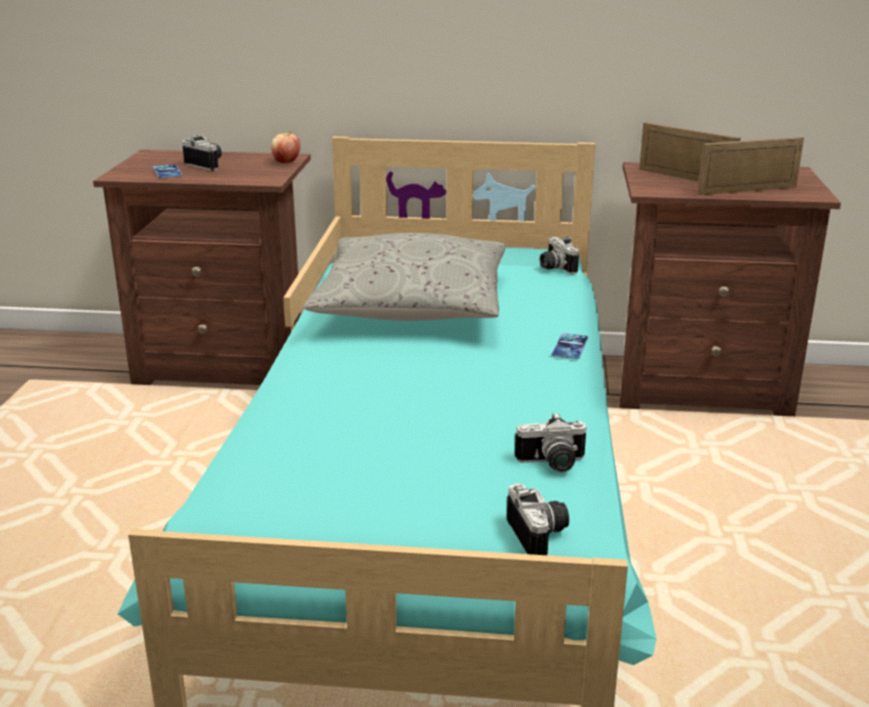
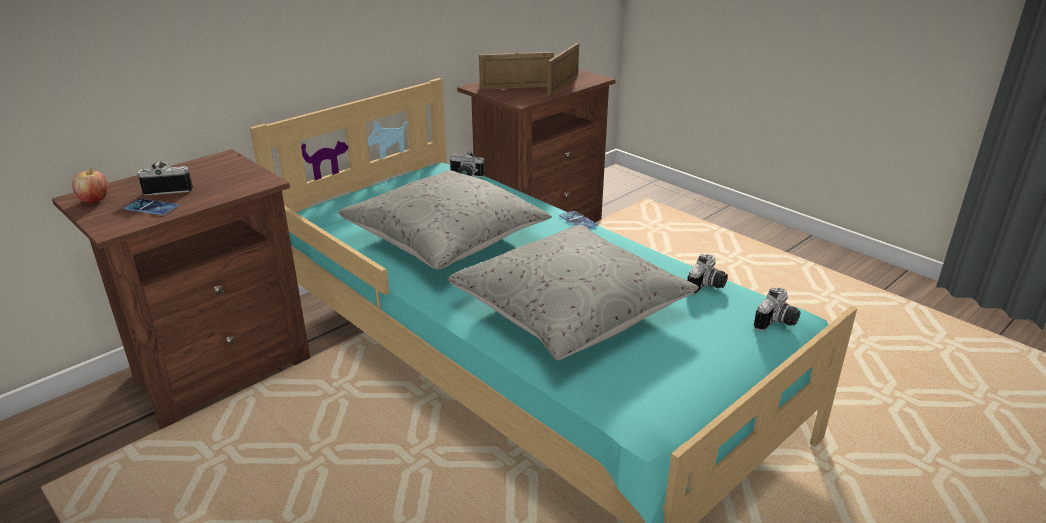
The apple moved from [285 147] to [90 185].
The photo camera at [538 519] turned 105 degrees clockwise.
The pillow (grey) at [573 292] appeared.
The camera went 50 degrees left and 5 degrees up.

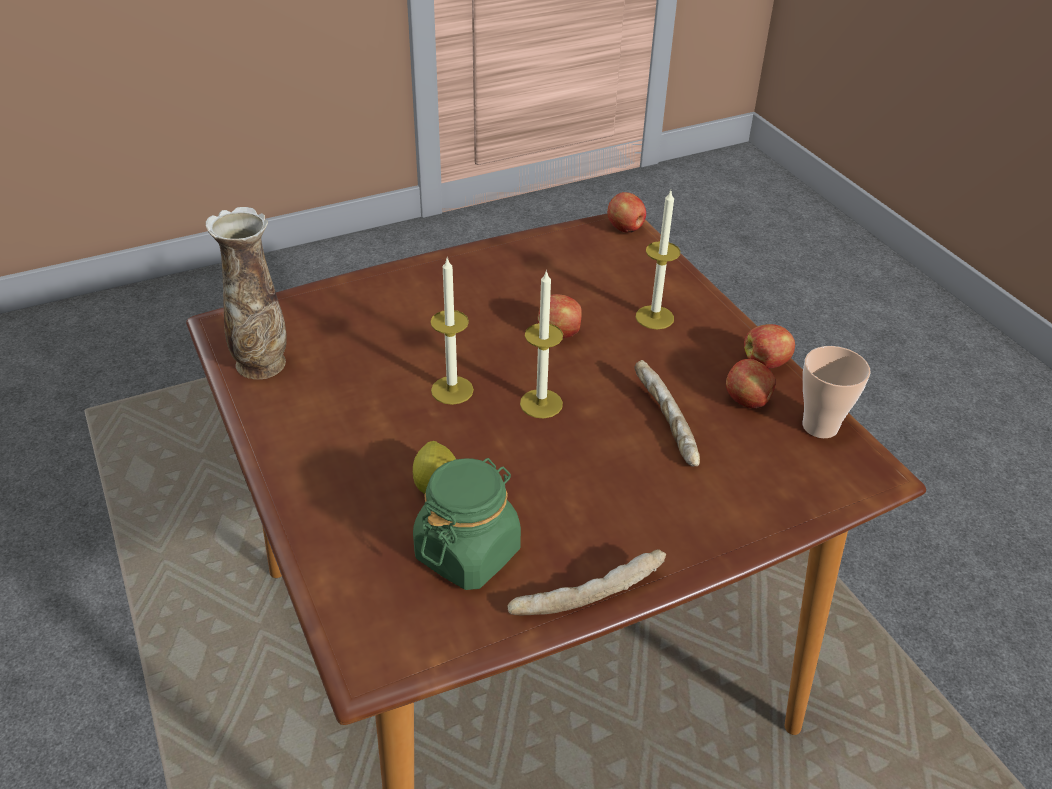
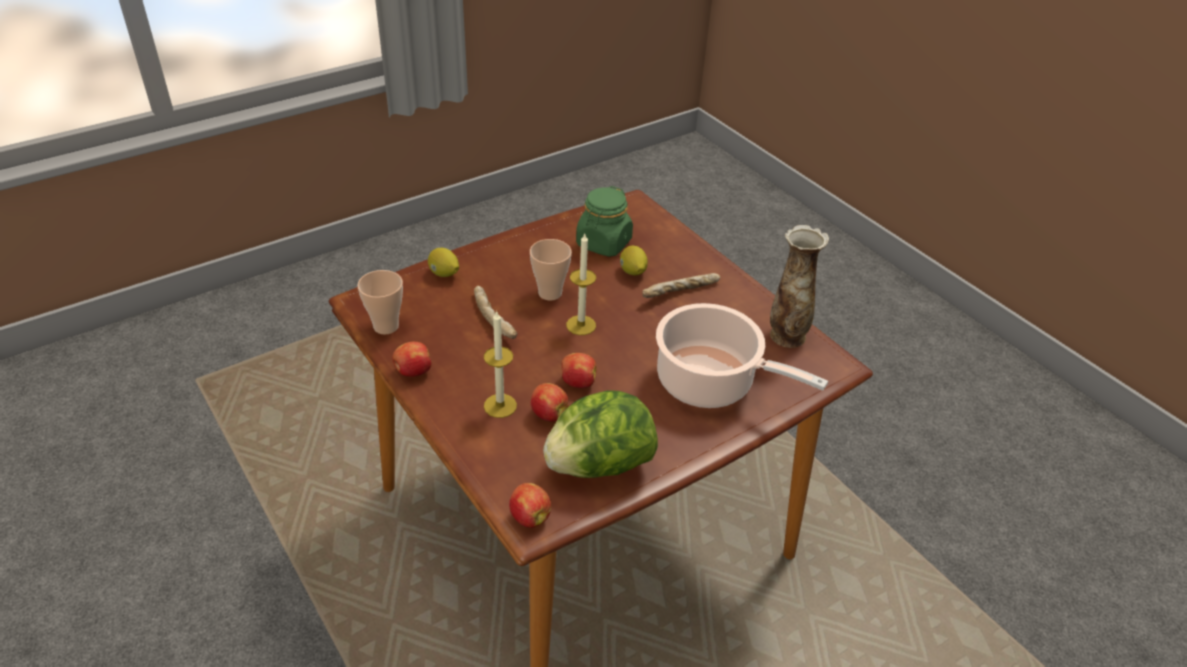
The candle at [452 331] disappeared.
The bread moved from [586 582] to [681 285].
The apple moved from [750 383] to [549 402].
The lemon at [443 262] appeared.
The cup at [551 269] appeared.
The lettuce at [600 434] appeared.
The cooking pot at [742 355] appeared.
The camera went 170 degrees right and 0 degrees up.

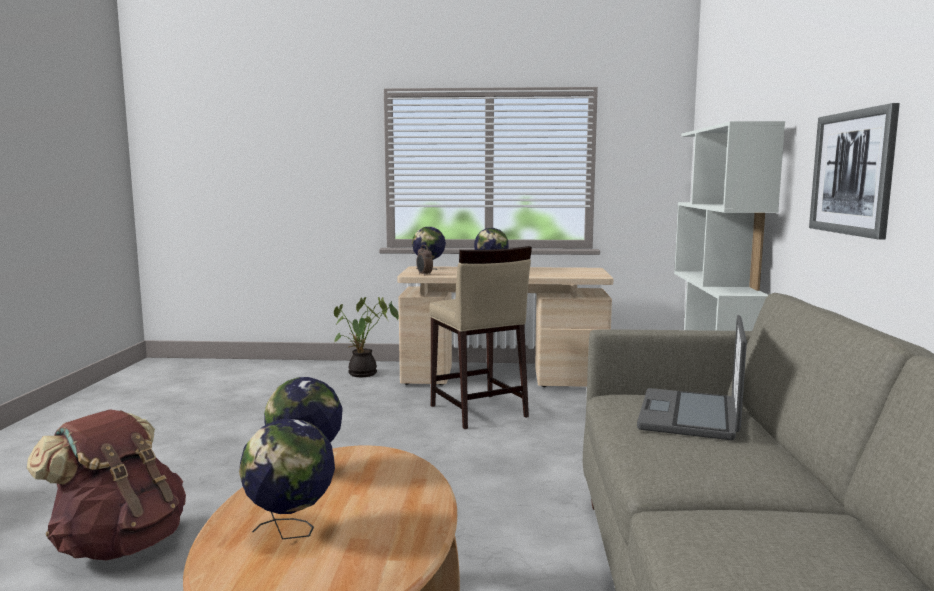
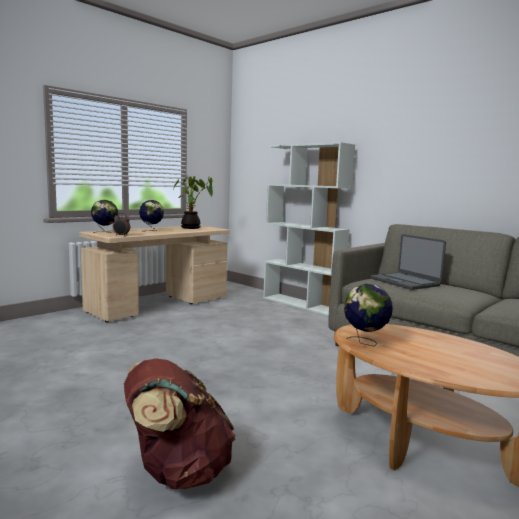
The globe at [287 478] disappeared.
The potted plant moved from [366 337] to [193 202].
The stool (beige) at [480 337] disappeared.
The picture at [854 171] disappeared.
The camera went 50 degrees left and 0 degrees up.

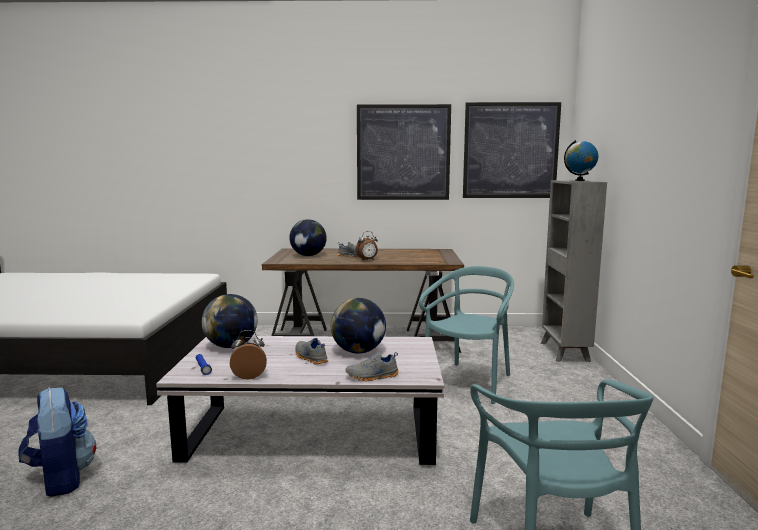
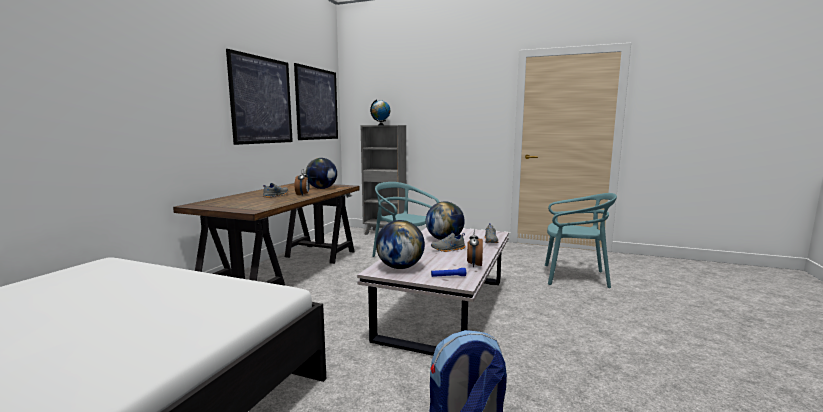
The globe moved from [308 237] to [321 173].
The camera went 70 degrees left and 0 degrees up.

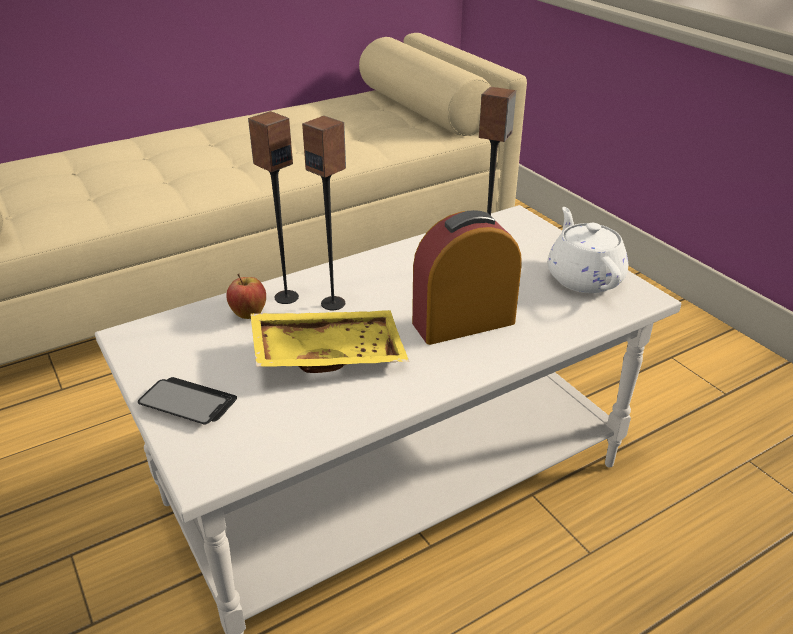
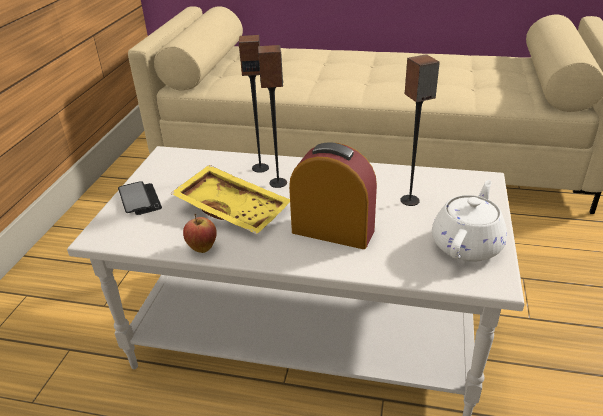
The apple moved from [246 296] to [200 233].
The camera went 45 degrees right and 0 degrees up.

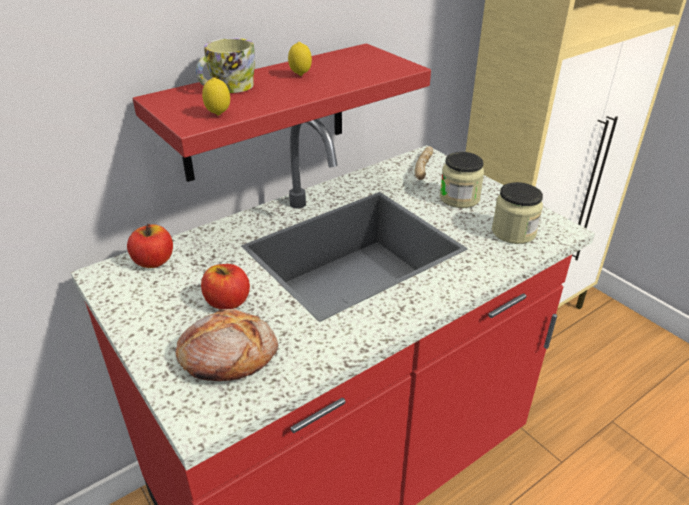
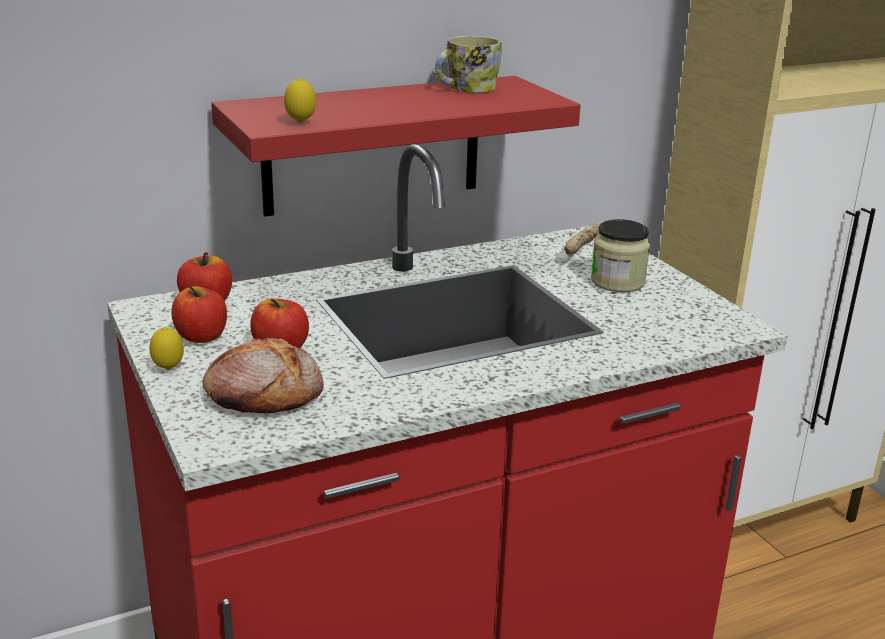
The mug moved from [225 65] to [468 64].
The lemon moved from [300 59] to [167 348].
The jar at [517 213] disappeared.
The apple at [199 314] appeared.
The camera went 10 degrees right and 10 degrees down.

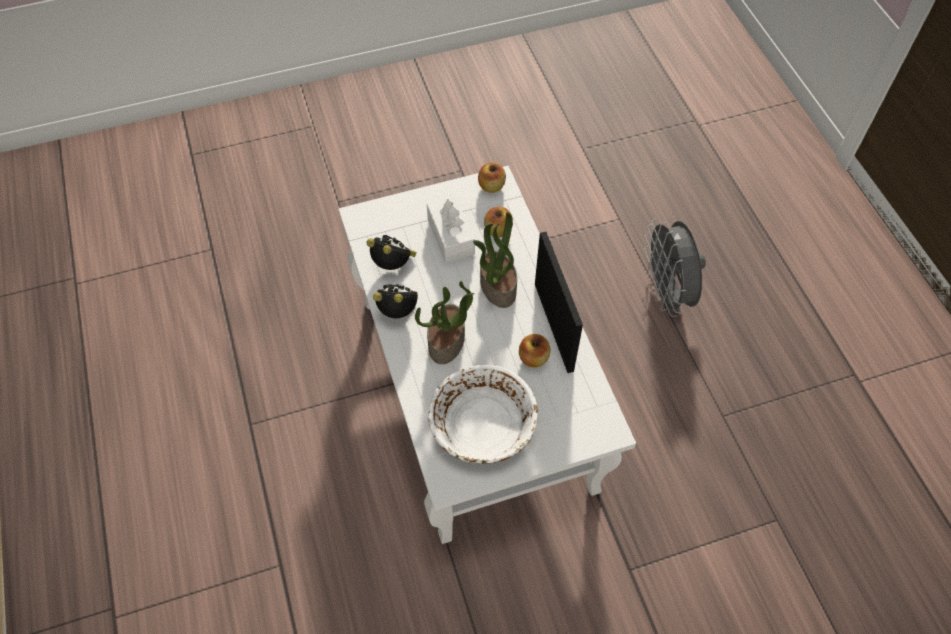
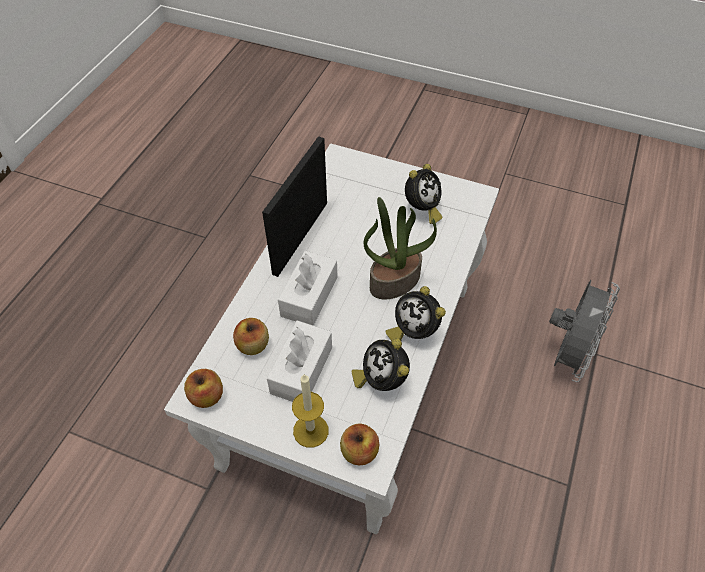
The bowl (white) at [483 414] was replaced by the alarm clock at [423 194].
The potted plant at [495 260] was replaced by the tissue box (white) at [308 288].
The apple moved from [534 351] to [359 444].
The fan (grey) moved from [675 268] to [584 331].
The candle at [310 411] appeared.
The camera went 140 degrees left and 5 degrees down.

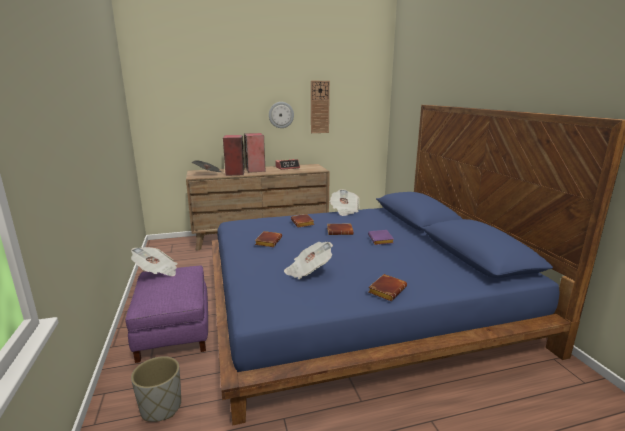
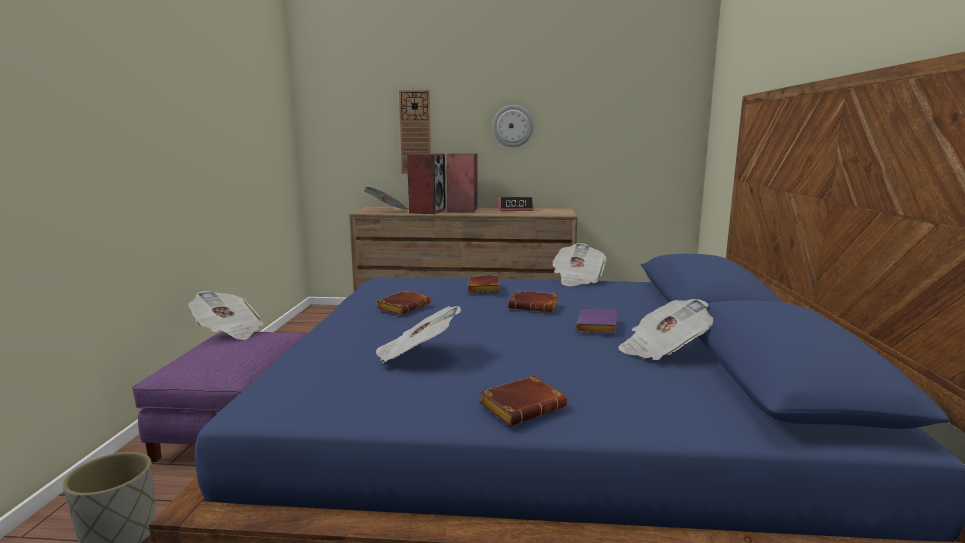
The wall clock moved from [320 107] to [415 132].
The newspaper at [666 329] appeared.
The camera went 20 degrees right and 5 degrees down.

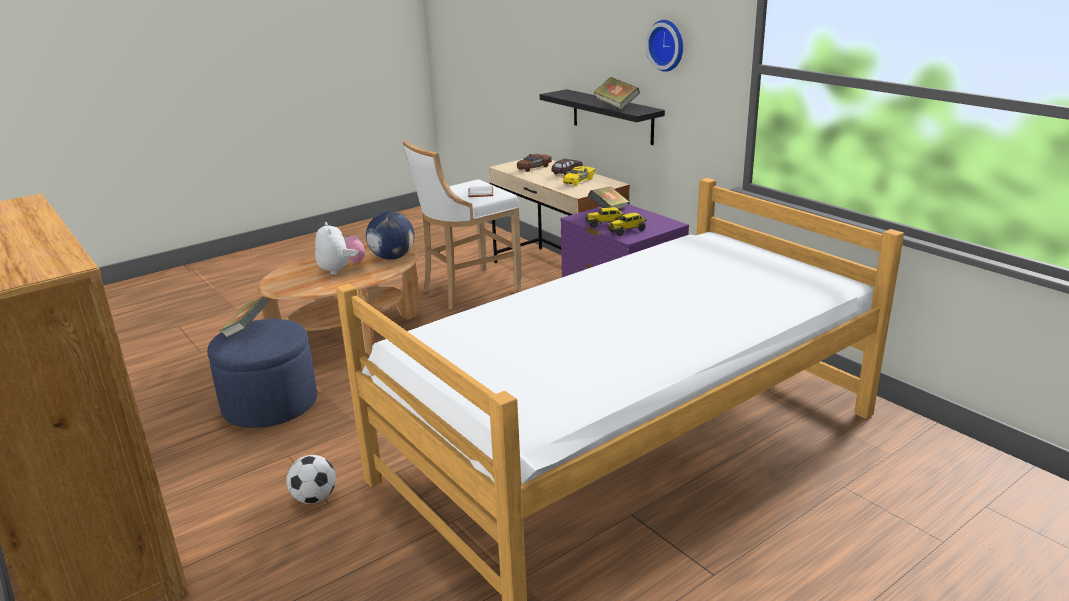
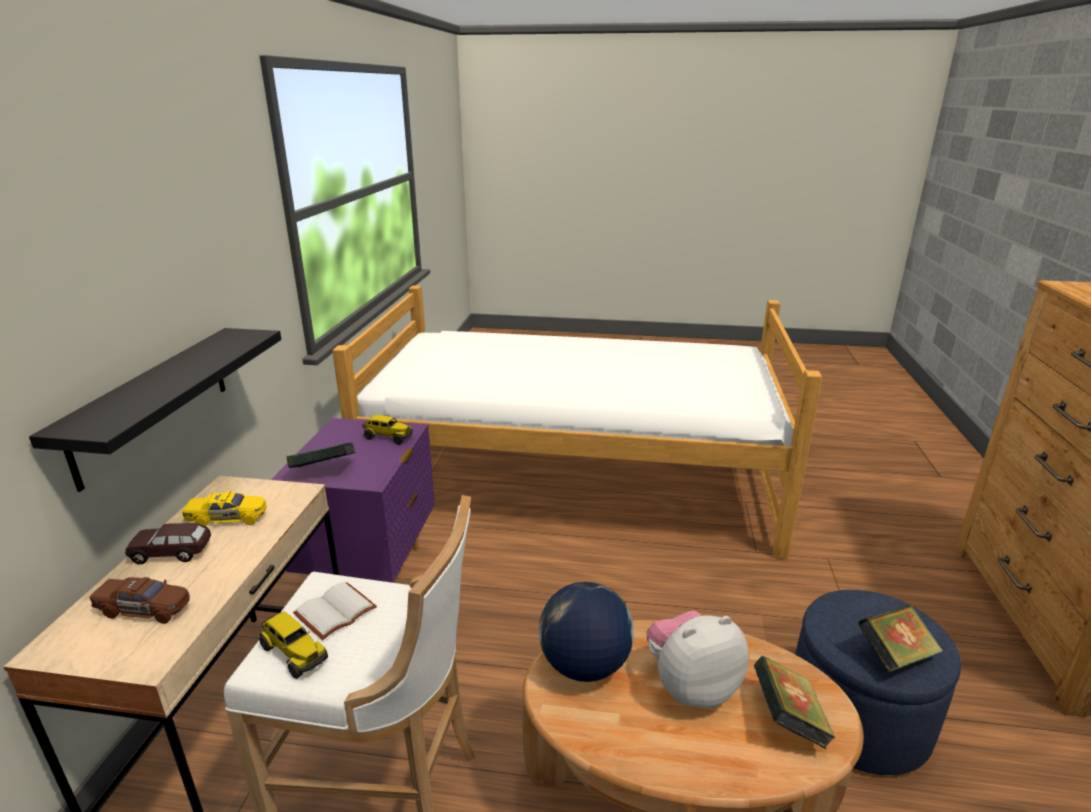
The football at [311 479] disappeared.
The plush toy at [340 248] turned 45 degrees clockwise.
The toy truck moved from [604 217] to [293 645].
The book moved from [616 93] to [795 702].
The wall clock at [664 46] disappeared.
The camera went 135 degrees left and 0 degrees up.

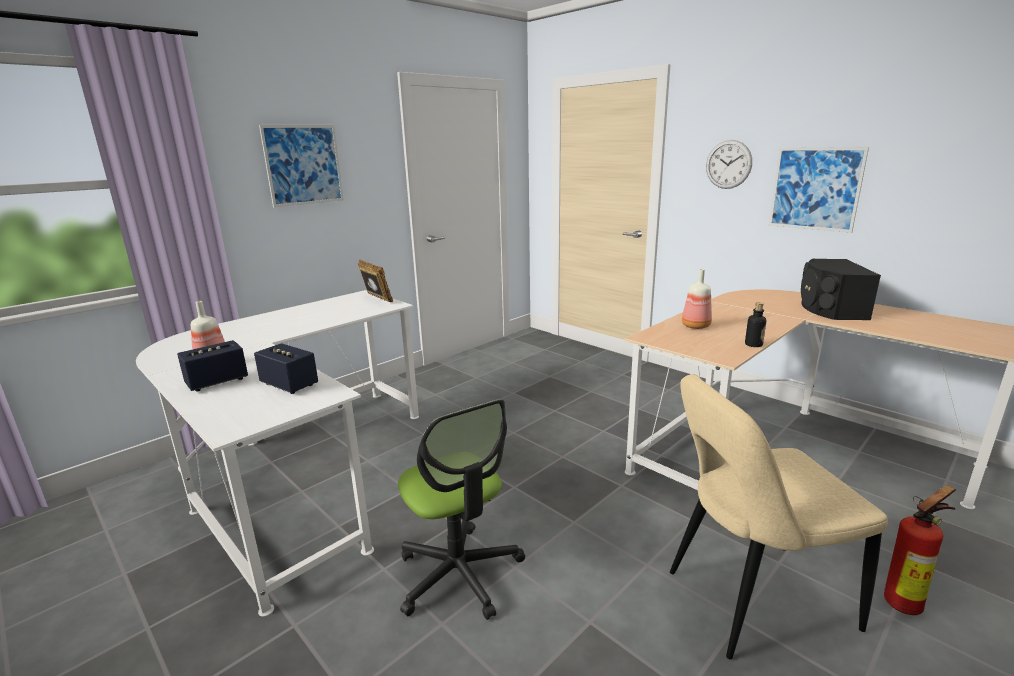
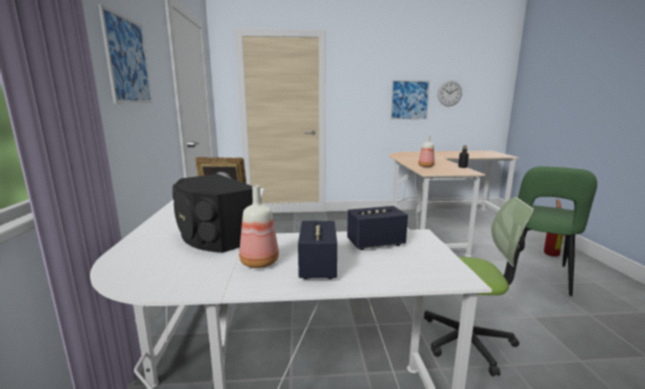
The chair (beige) at [779 517] became the chair (green) at [557 231].
The wall clock moved from [729 164] to [450 93].
The speaker (black) moved from [841 289] to [212 213].
The camera went 50 degrees left and 5 degrees down.

